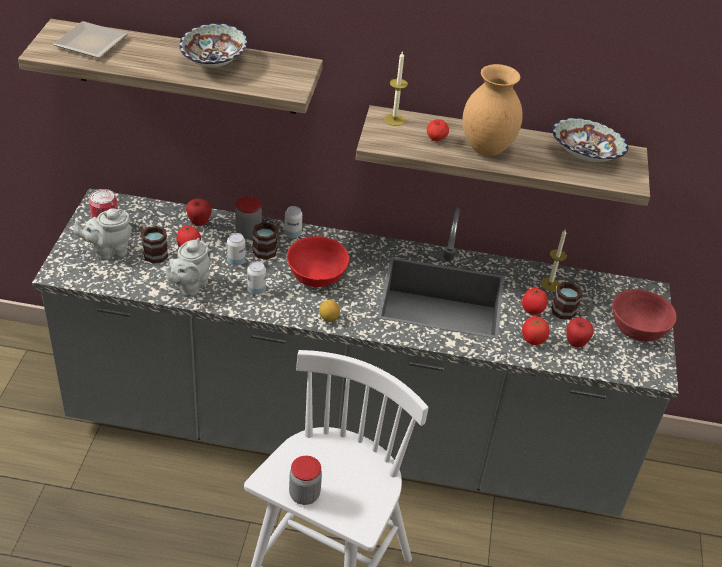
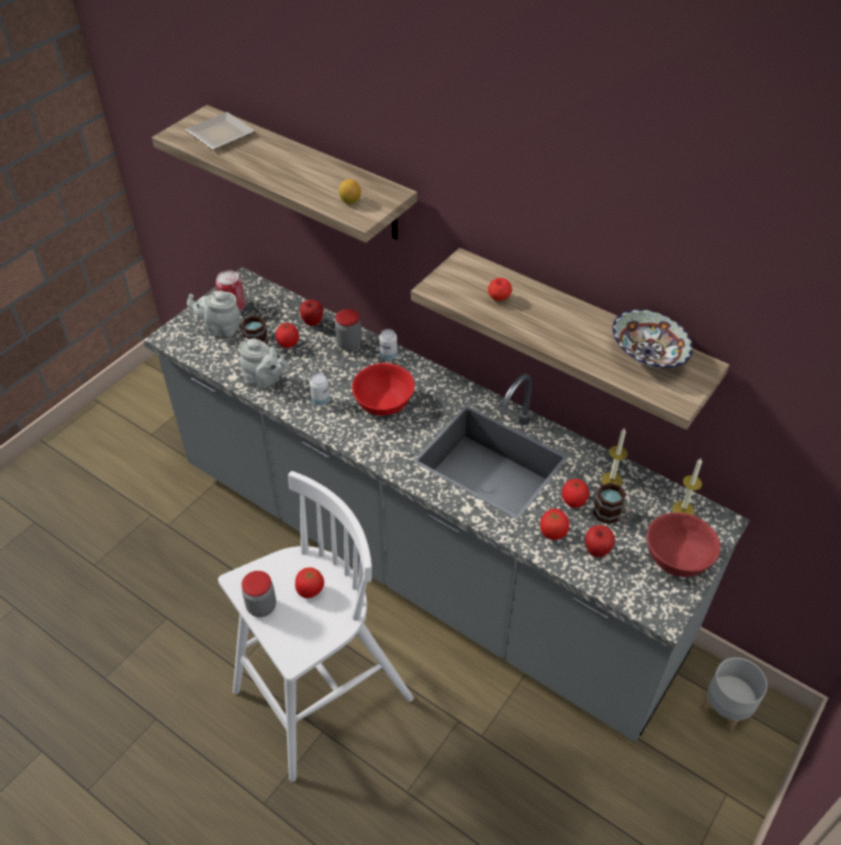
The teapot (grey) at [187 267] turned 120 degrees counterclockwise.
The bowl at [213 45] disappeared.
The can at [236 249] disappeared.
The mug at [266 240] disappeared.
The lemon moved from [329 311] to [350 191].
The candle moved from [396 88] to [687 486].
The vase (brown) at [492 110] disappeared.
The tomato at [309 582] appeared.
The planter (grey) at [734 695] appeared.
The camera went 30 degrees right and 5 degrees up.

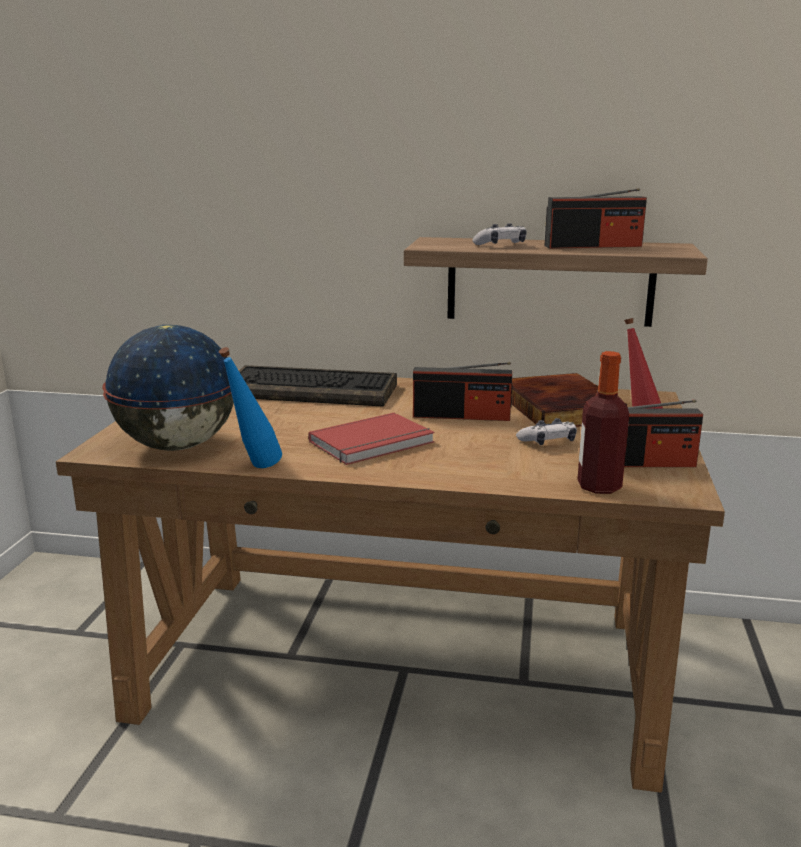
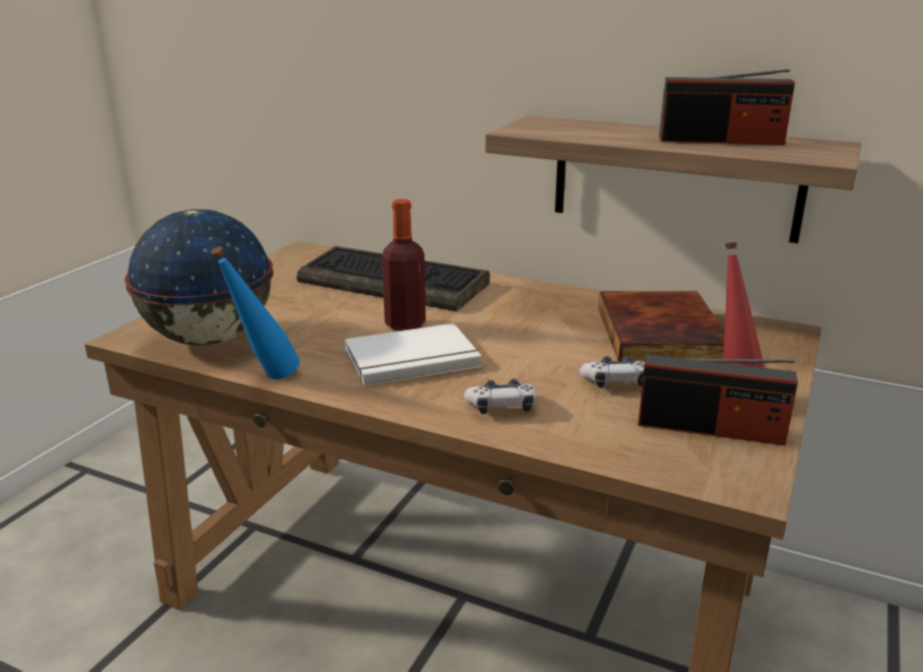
The book (red) at [371 439] became the book (white) at [413 354].
The radio at [463 391] disappeared.
The game controller moved from [499 234] to [500 396].
The bottle moved from [603 422] to [404 265].
The camera went 15 degrees right and 5 degrees up.

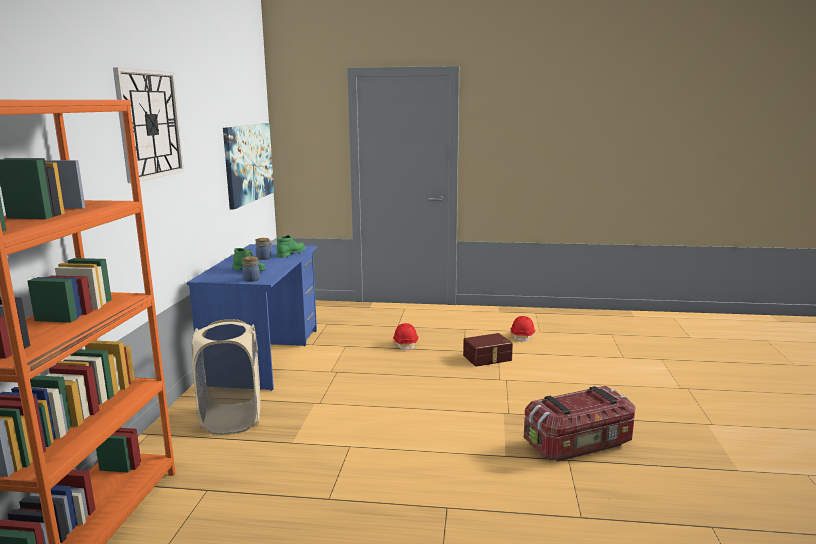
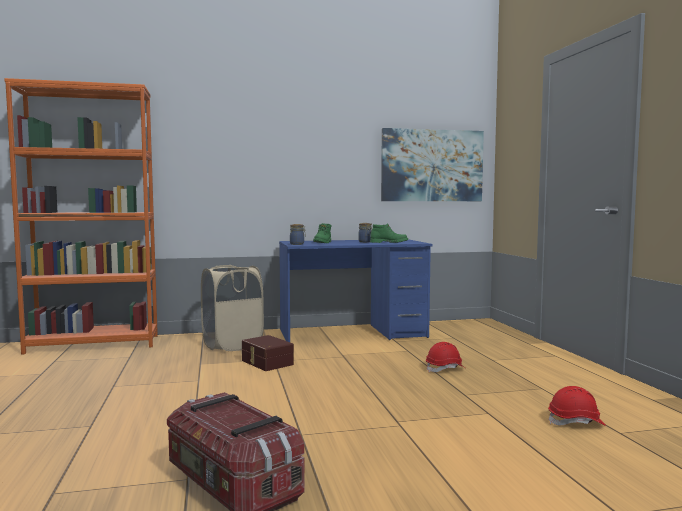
The wall clock at [148 125] disappeared.
The storage box (brown) moved from [488 350] to [268 353].
The camera went 70 degrees right and 10 degrees down.

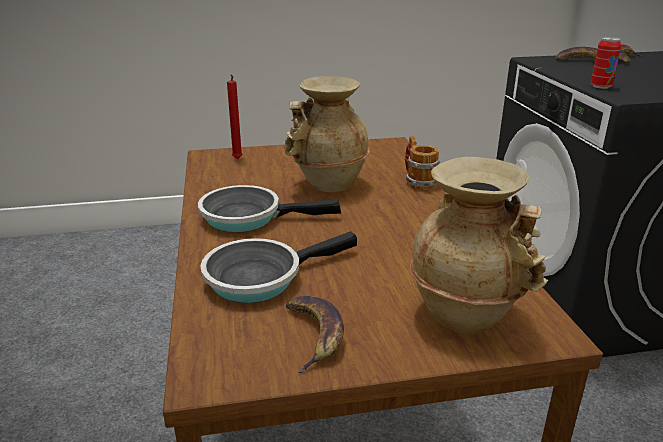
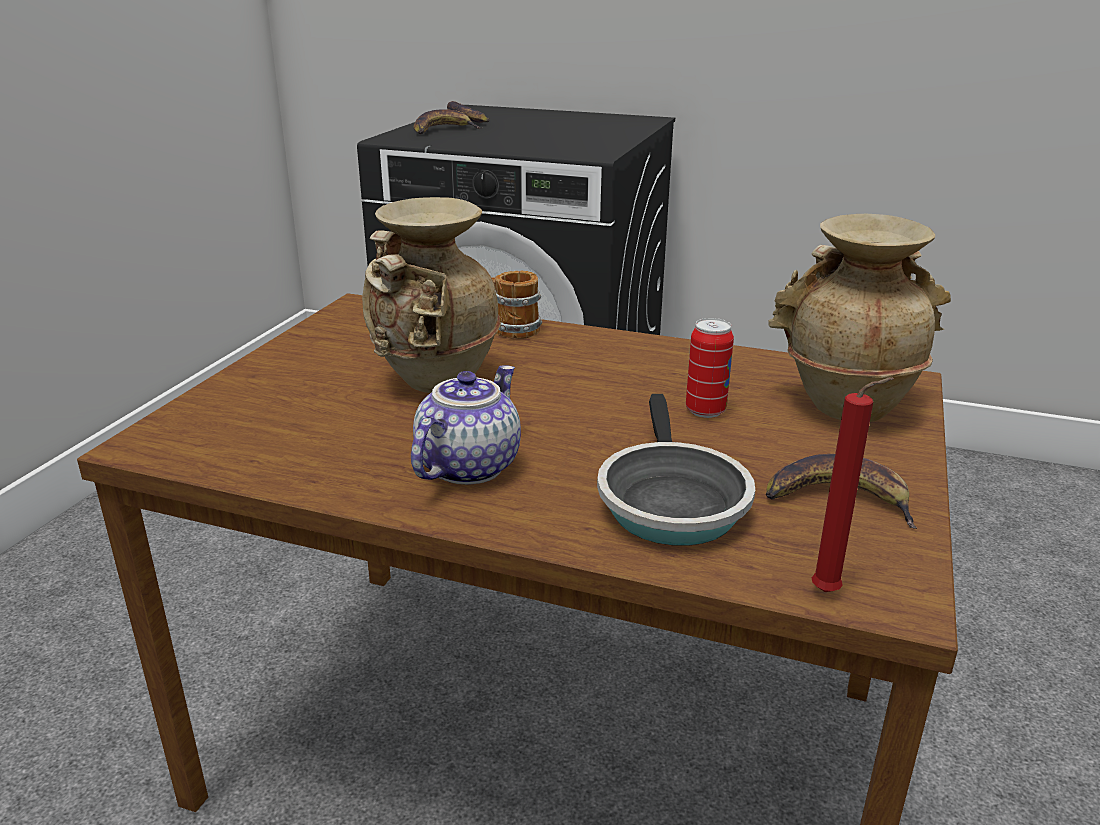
The frying pan at [269 209] was replaced by the teapot at [466 425].
The candle (red) moved from [235 116] to [853 484].
The can moved from [606 63] to [710 368].
The camera went 60 degrees left and 0 degrees up.

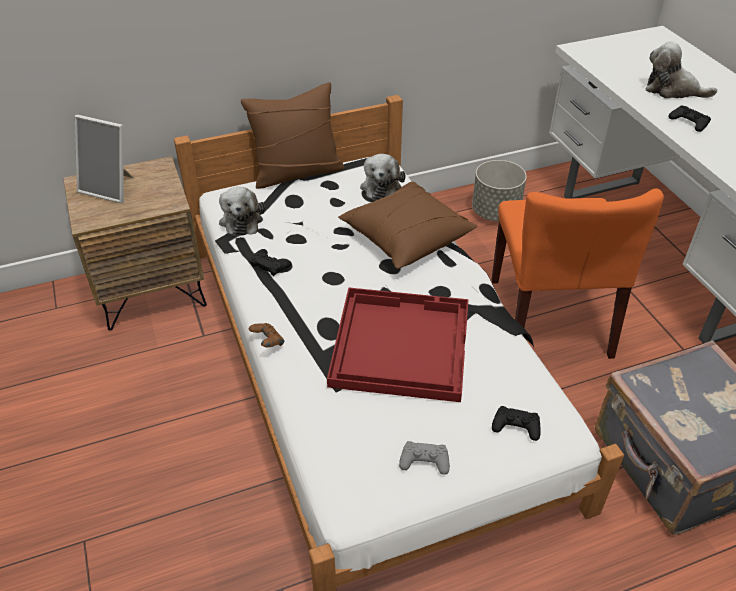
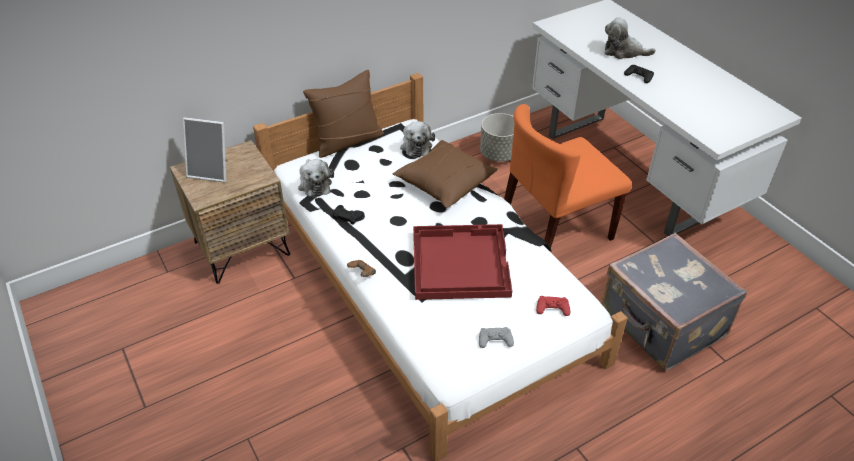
The chair (orange) at [578 273] turned 75 degrees clockwise.
The game controller (black) at [516 423] became the game controller (red) at [553 306].
The camera went 10 degrees left and 0 degrees up.

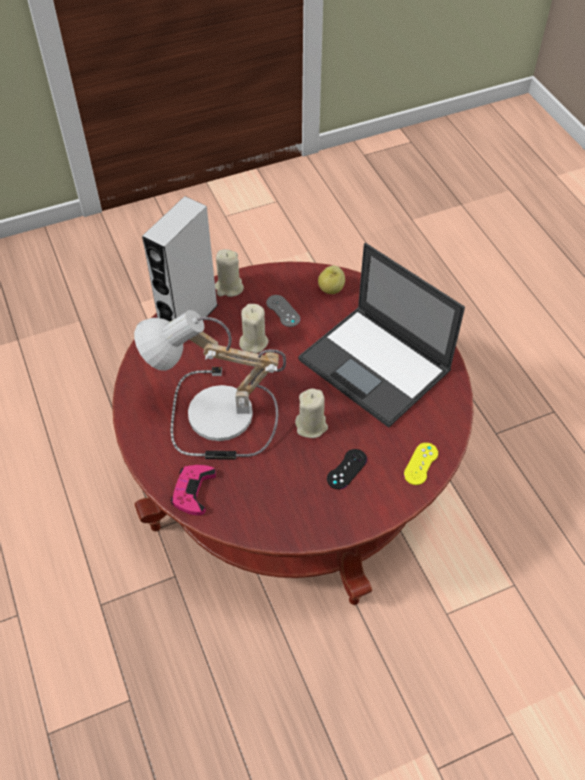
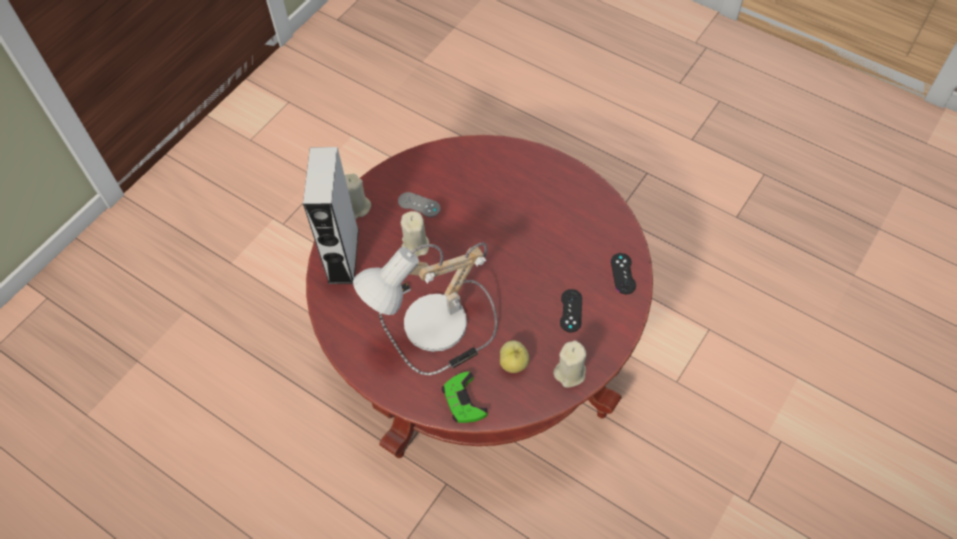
The game controller (pink) at [193 490] became the game controller (green) at [465 397].
The candle (beige) moved from [311 413] to [569 364].
The laptop at [381 335] disappeared.
The apple moved from [331 280] to [514 356].
The game controller (yellow) at [421 464] became the game controller (black) at [623 273].
The camera went 30 degrees left and 5 degrees up.

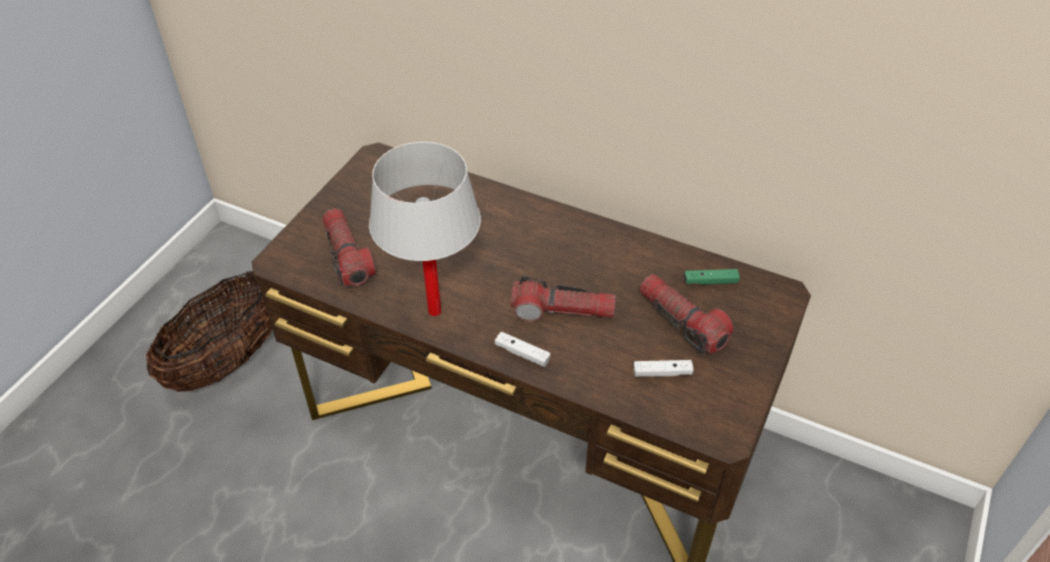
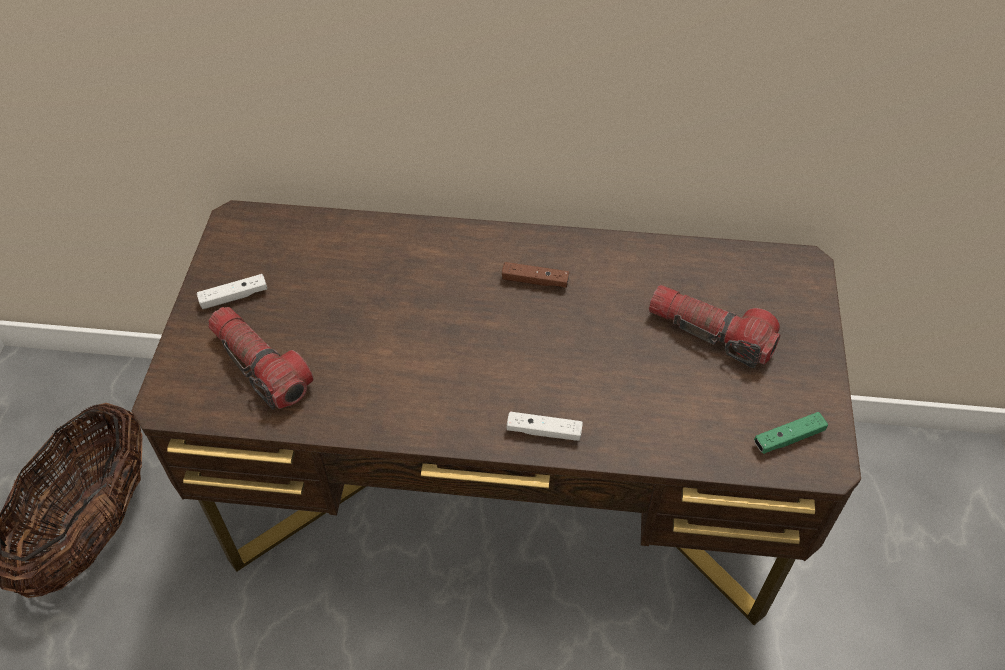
The table lamp (white) at [425 229] disappeared.
The flashlight at [563 298] disappeared.
The game controller (white) moved from [663 368] to [232 291].
The game controller (green) moved from [712 277] to [791 433].
The game controller (brown) at [535 275] appeared.
The camera went 20 degrees left and 5 degrees up.

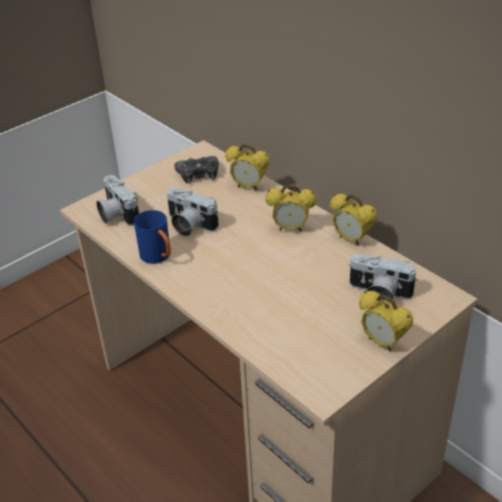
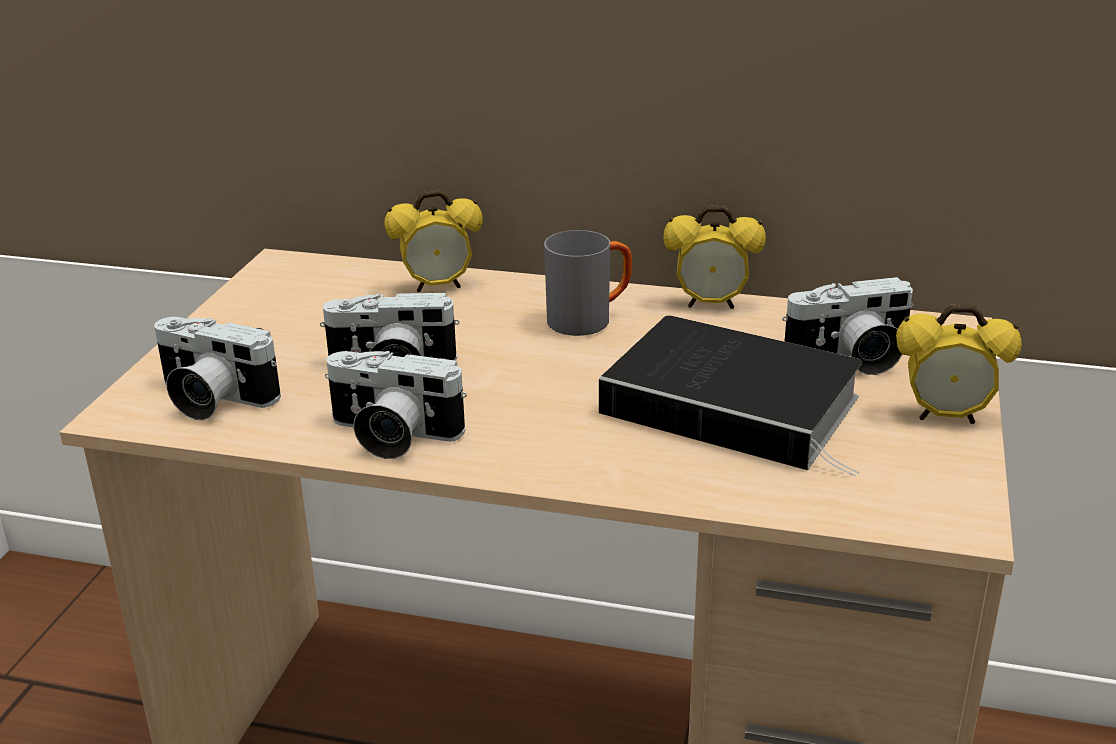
The mug (blue) at [152 237] was replaced by the photo camera at [396 405].
The game controller (black) at [196 170] disappeared.
The alarm clock at [290 208] was replaced by the mug (grey) at [588 283].
The book at [731 396] appeared.
The camera went 35 degrees left and 10 degrees down.

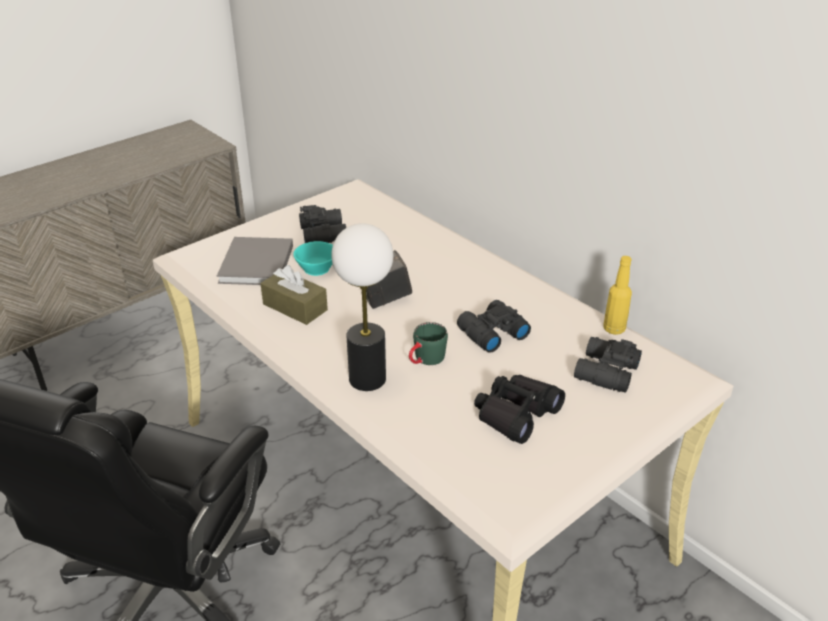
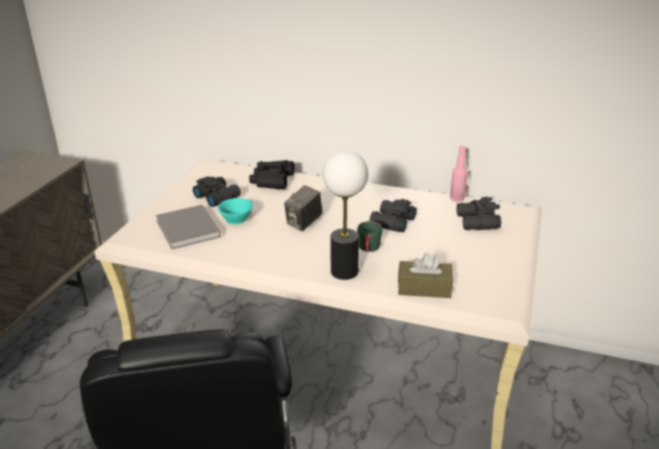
The tissue box (brown) moved from [294 295] to [425 275].
The binoculars (black) moved from [519 409] to [271 175].
The bottle (yellow) at [617 295] became the bottle (pink) at [459 174].
The camera went 30 degrees left and 5 degrees down.

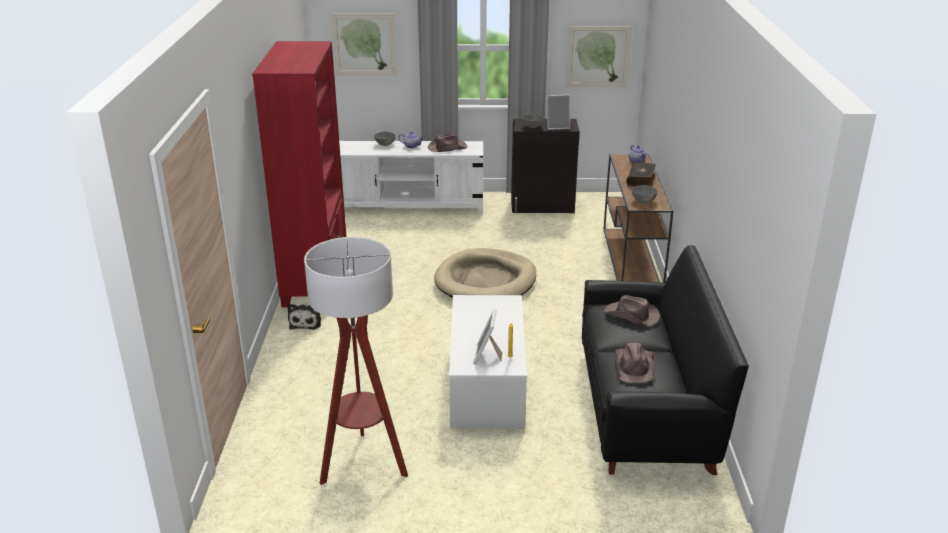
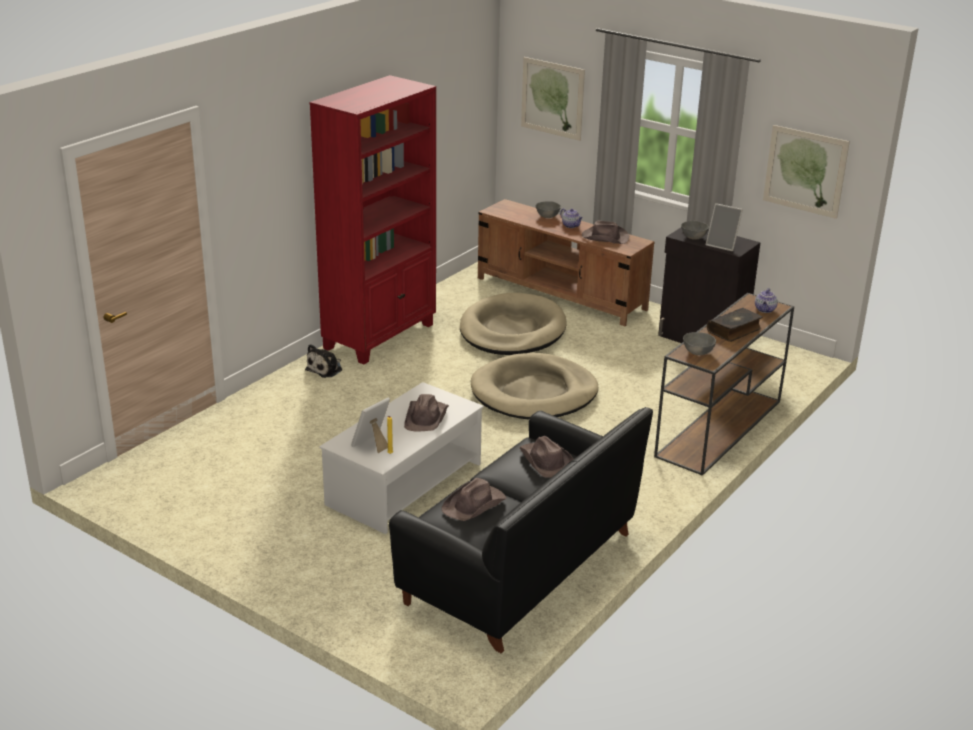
The floor lamp at [356 361] disappeared.
The tv stand (white) at [411 177] became the tv stand (brown) at [566 262].
The hat (brown) at [426 412] appeared.
The dog bed (beige) at [513 324] appeared.
The camera went 35 degrees right and 0 degrees up.

